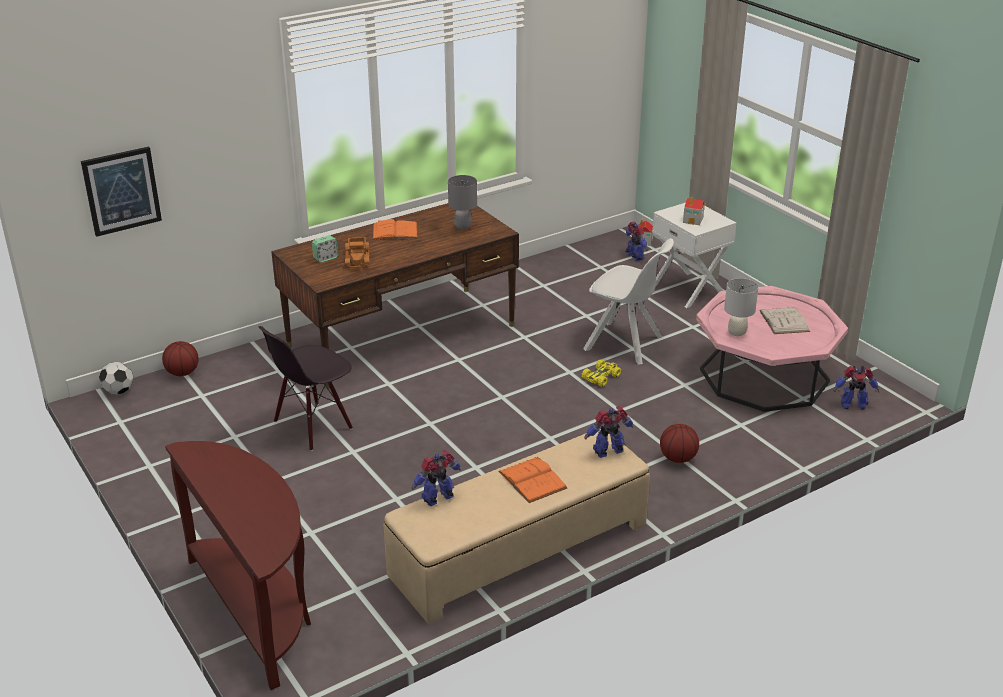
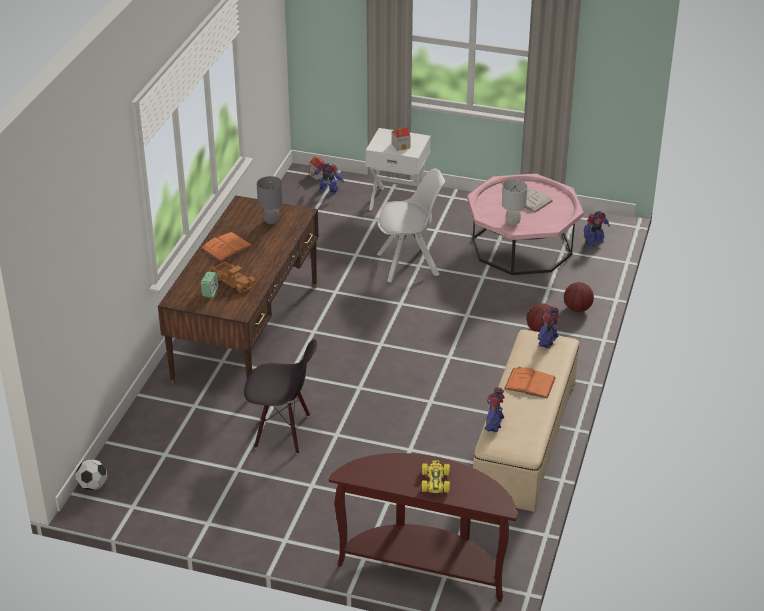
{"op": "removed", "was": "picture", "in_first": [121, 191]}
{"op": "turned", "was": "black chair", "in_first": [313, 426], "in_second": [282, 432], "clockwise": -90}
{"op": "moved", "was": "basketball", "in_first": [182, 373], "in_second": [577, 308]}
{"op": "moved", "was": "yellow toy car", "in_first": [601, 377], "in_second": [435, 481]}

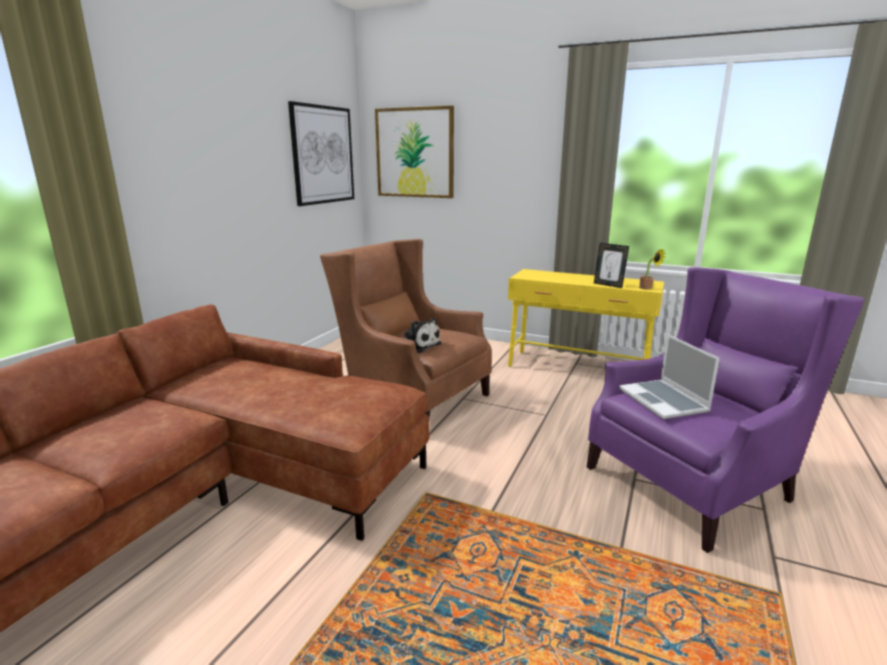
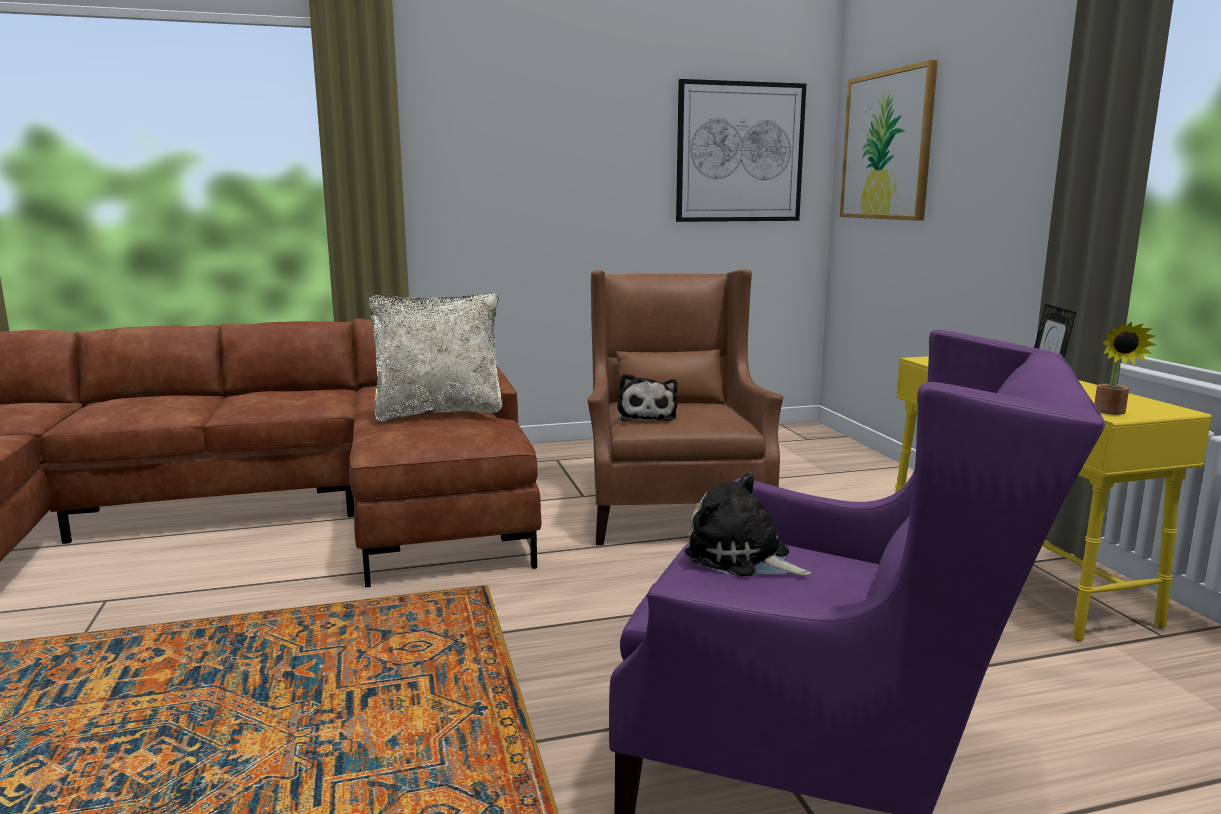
{"op": "replaced", "was": "laptop", "now": "plush toy", "in_first": [664, 401], "in_second": [742, 558]}
{"op": "added", "now": "beige pillow", "in_second": [440, 414]}

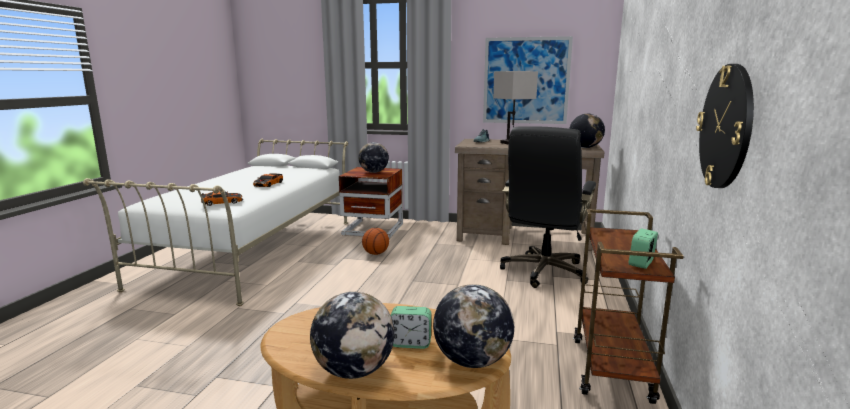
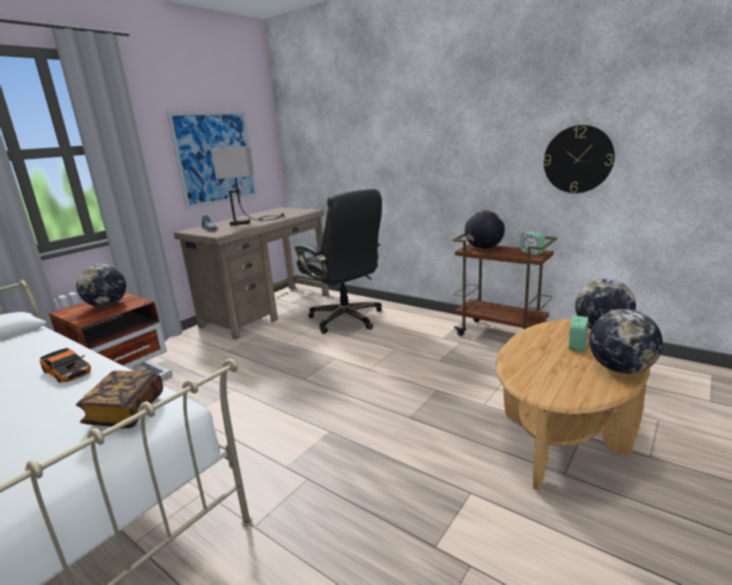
{"op": "moved", "was": "globe", "in_first": [585, 147], "in_second": [483, 248]}
{"op": "replaced", "was": "toy car", "now": "book", "in_first": [222, 202], "in_second": [126, 412]}
{"op": "removed", "was": "basketball", "in_first": [375, 253]}

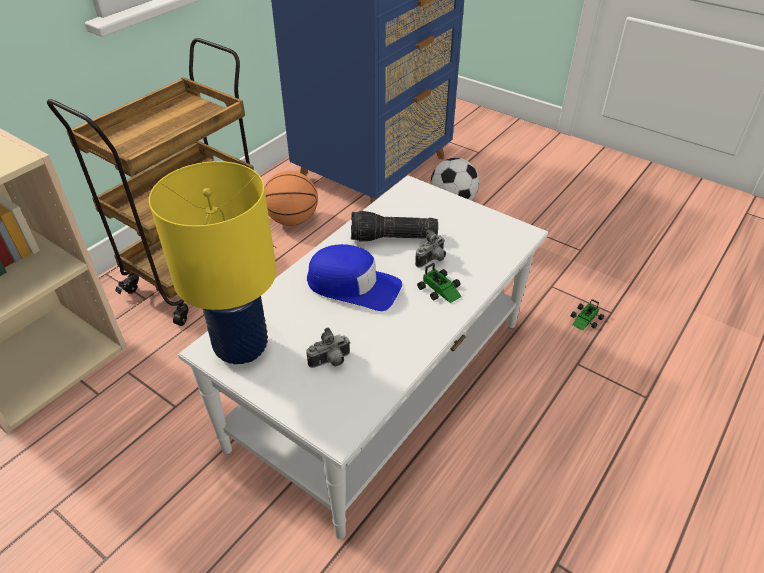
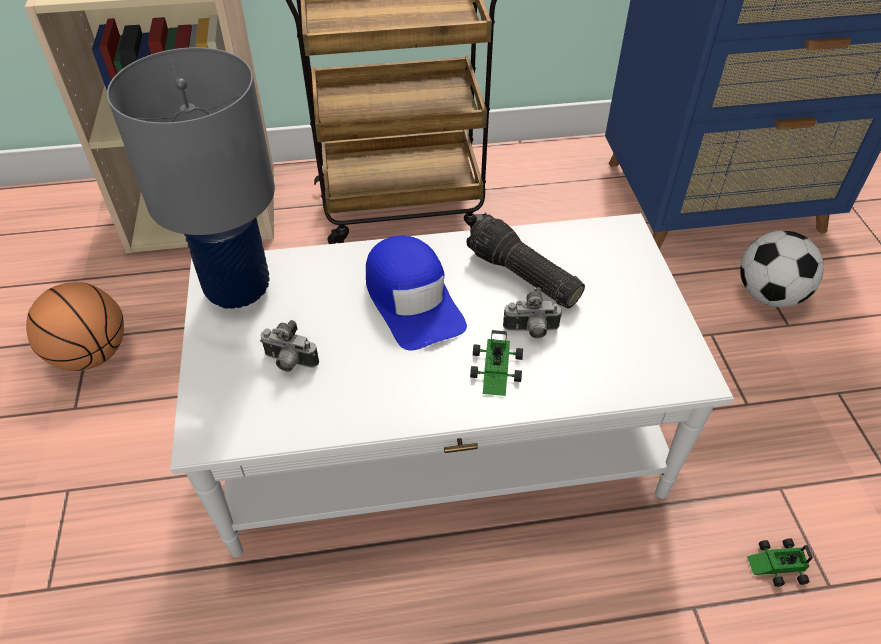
{"op": "recoloured", "was": "yellow table lamp", "now": "grey table lamp", "in_first": [242, 348], "in_second": [239, 290]}
{"op": "moved", "was": "basketball", "in_first": [292, 220], "in_second": [91, 355]}

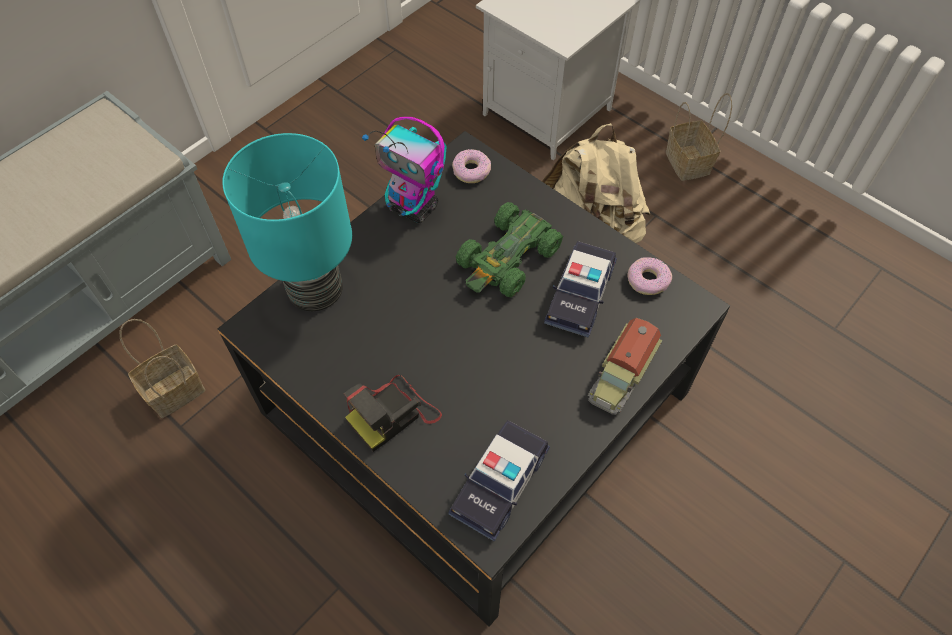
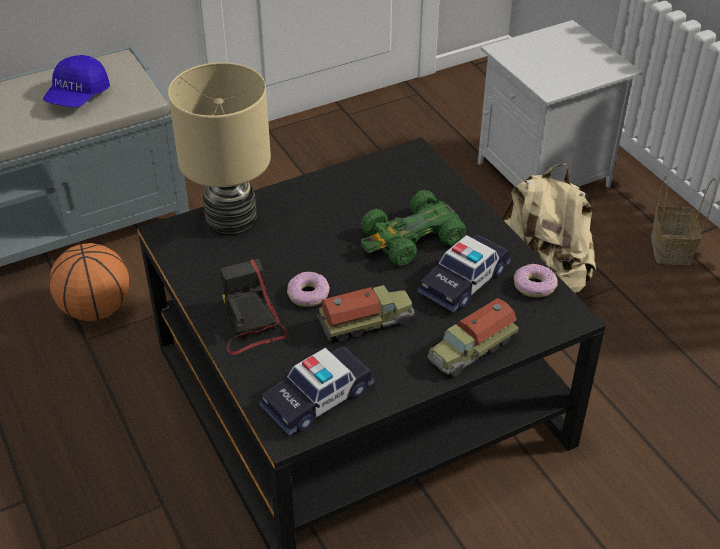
{"op": "removed", "was": "toy robot", "in_first": [414, 207]}
{"op": "recoloured", "was": "turquoise table lamp", "now": "beige table lamp", "in_first": [315, 288], "in_second": [232, 219]}
{"op": "moved", "was": "donut", "in_first": [471, 171], "in_second": [308, 294]}
{"op": "replaced", "was": "basket", "now": "basketball", "in_first": [176, 389], "in_second": [96, 309]}
{"op": "turned", "was": "photo camera", "in_first": [393, 414], "in_second": [251, 324], "clockwise": 90}
{"op": "added", "now": "blue cap", "in_second": [78, 97]}
{"op": "added", "now": "toy truck", "in_second": [366, 322]}

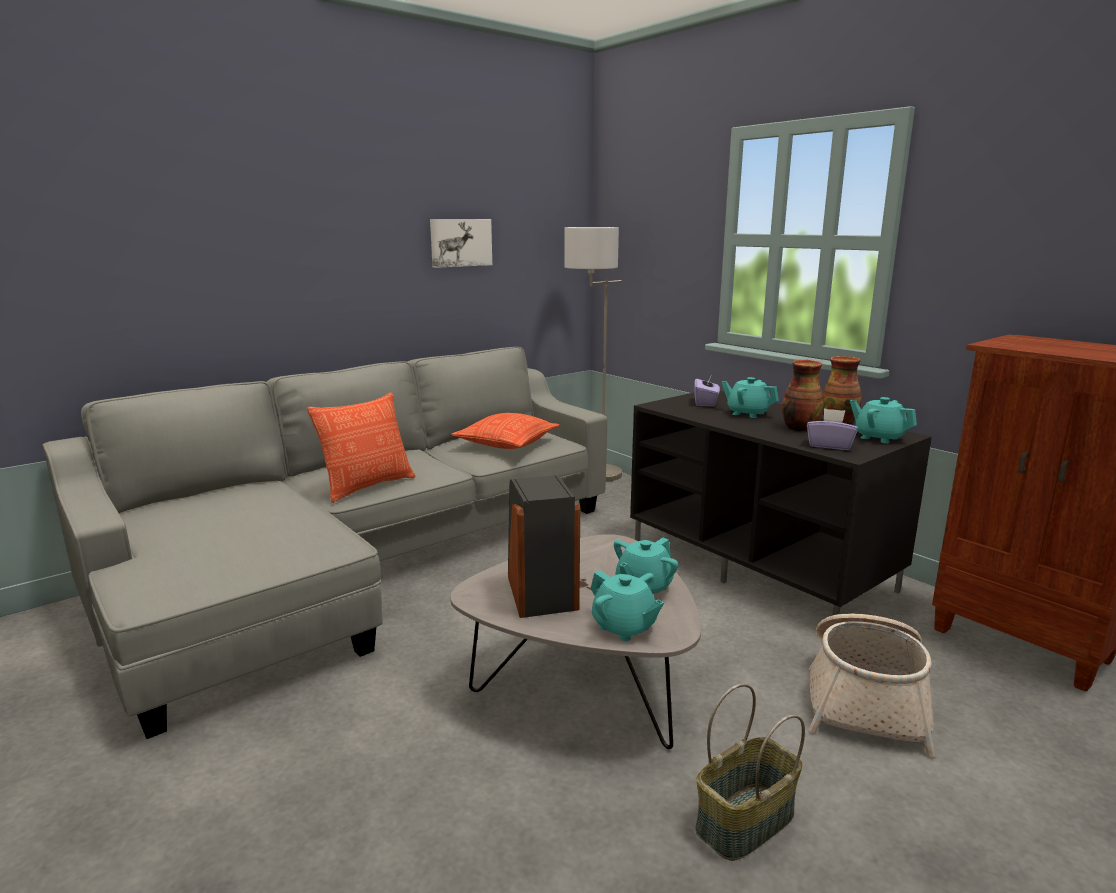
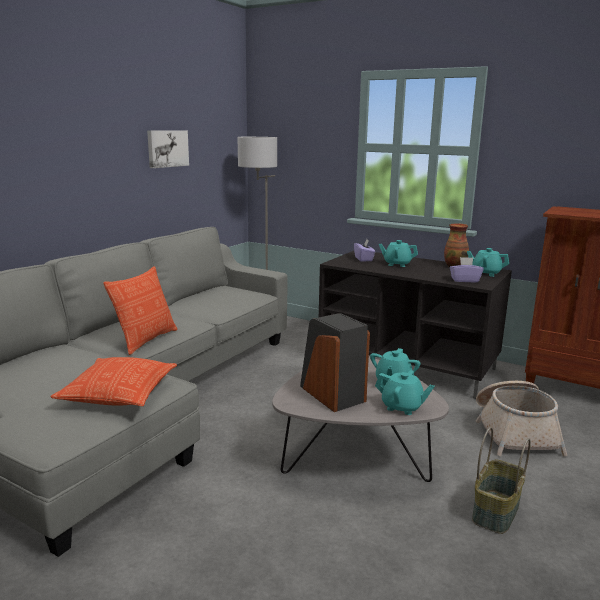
{"op": "removed", "was": "vase", "in_first": [799, 428]}
{"op": "moved", "was": "orange pillow", "in_first": [507, 444], "in_second": [119, 395]}

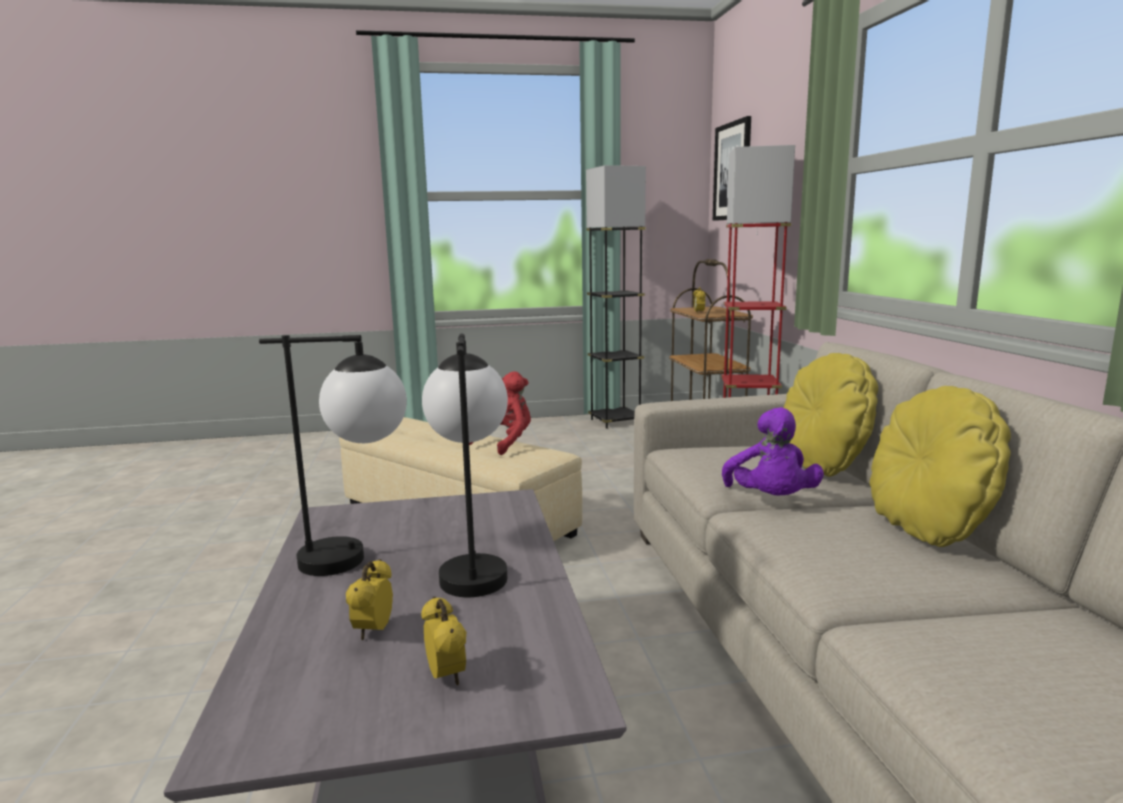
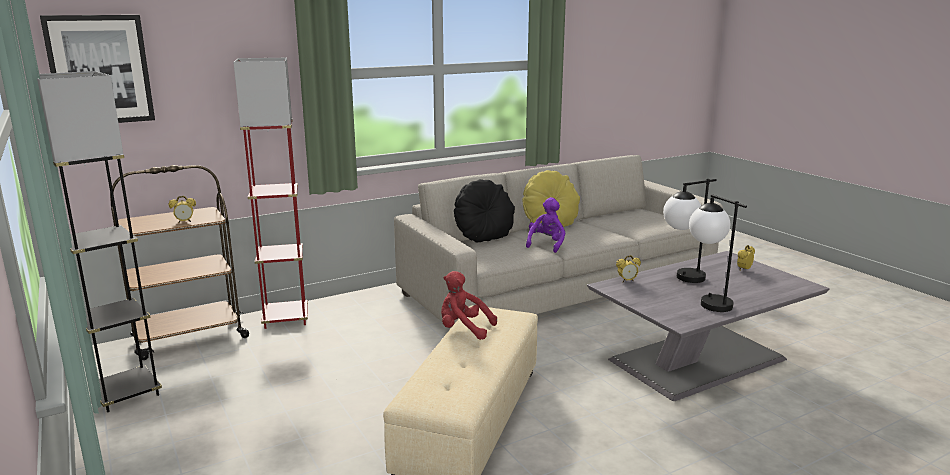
{"op": "recoloured", "was": "yellow pillow", "now": "black pillow", "in_first": [822, 467], "in_second": [484, 239]}
{"op": "turned", "was": "purple plush toy", "in_first": [771, 500], "in_second": [546, 244], "clockwise": -45}
{"op": "moved", "was": "alarm clock", "in_first": [373, 632], "in_second": [627, 281]}

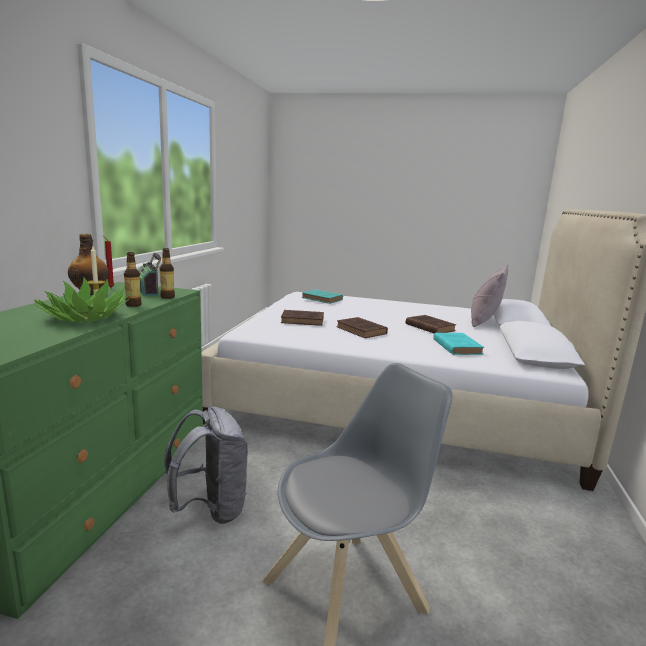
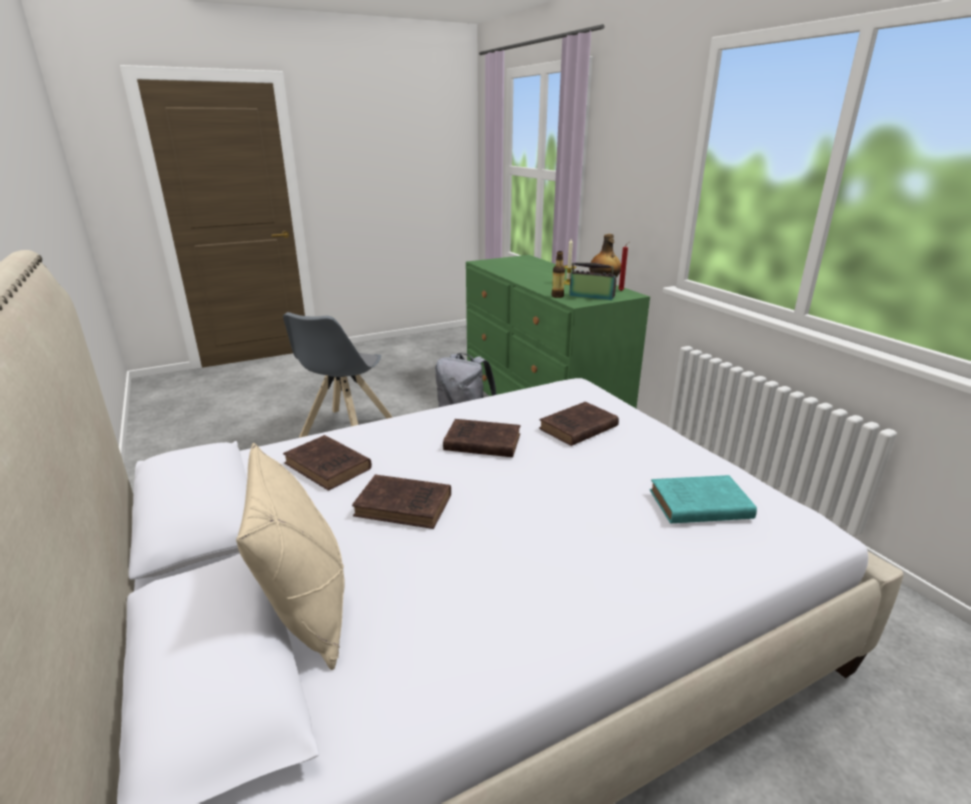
{"op": "removed", "was": "bottle", "in_first": [133, 305]}
{"op": "recoloured", "was": "purple pillow", "now": "beige pillow", "in_first": [484, 322], "in_second": [308, 609]}
{"op": "removed", "was": "potted plant", "in_first": [84, 317]}
{"op": "recoloured", "was": "turquoise book", "now": "brown book", "in_first": [456, 346], "in_second": [329, 467]}

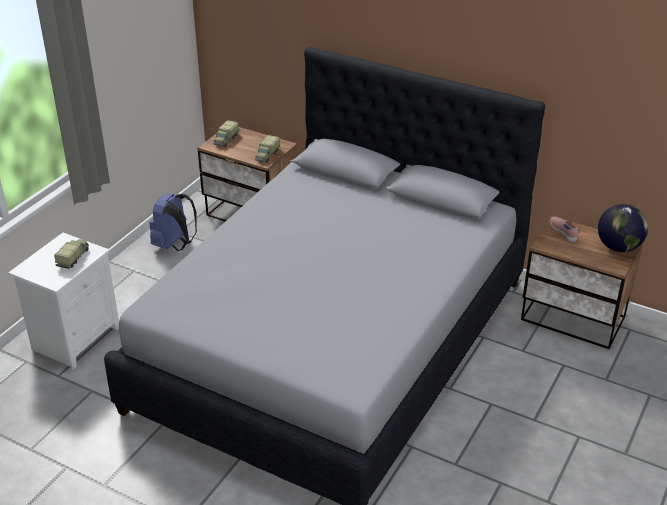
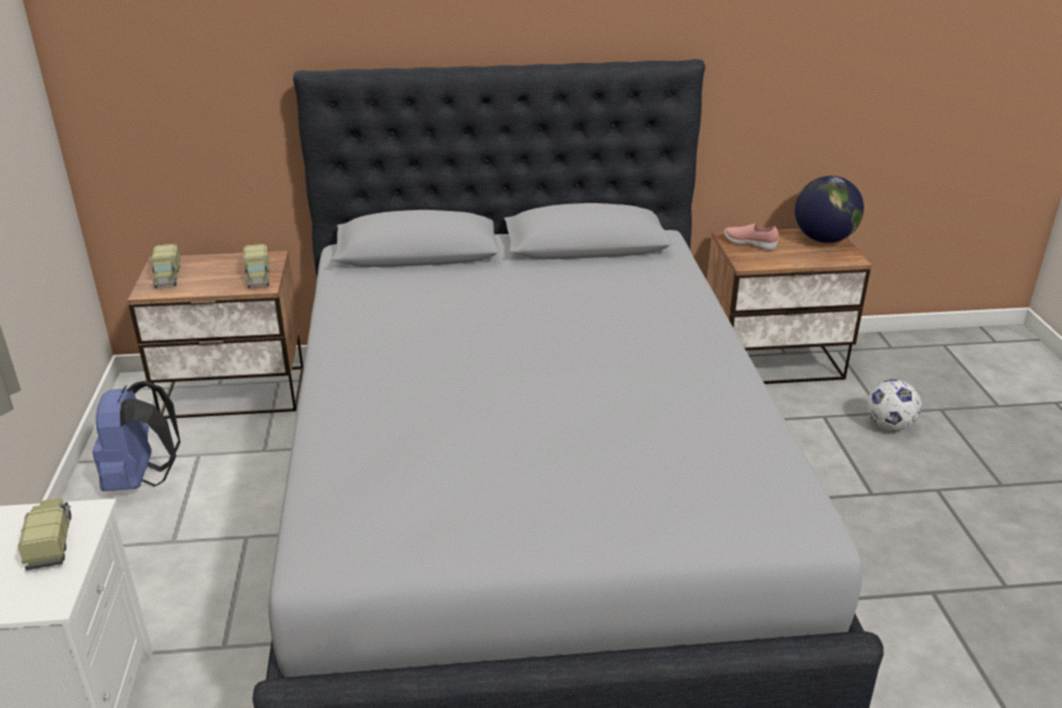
{"op": "added", "now": "football", "in_second": [889, 425]}

